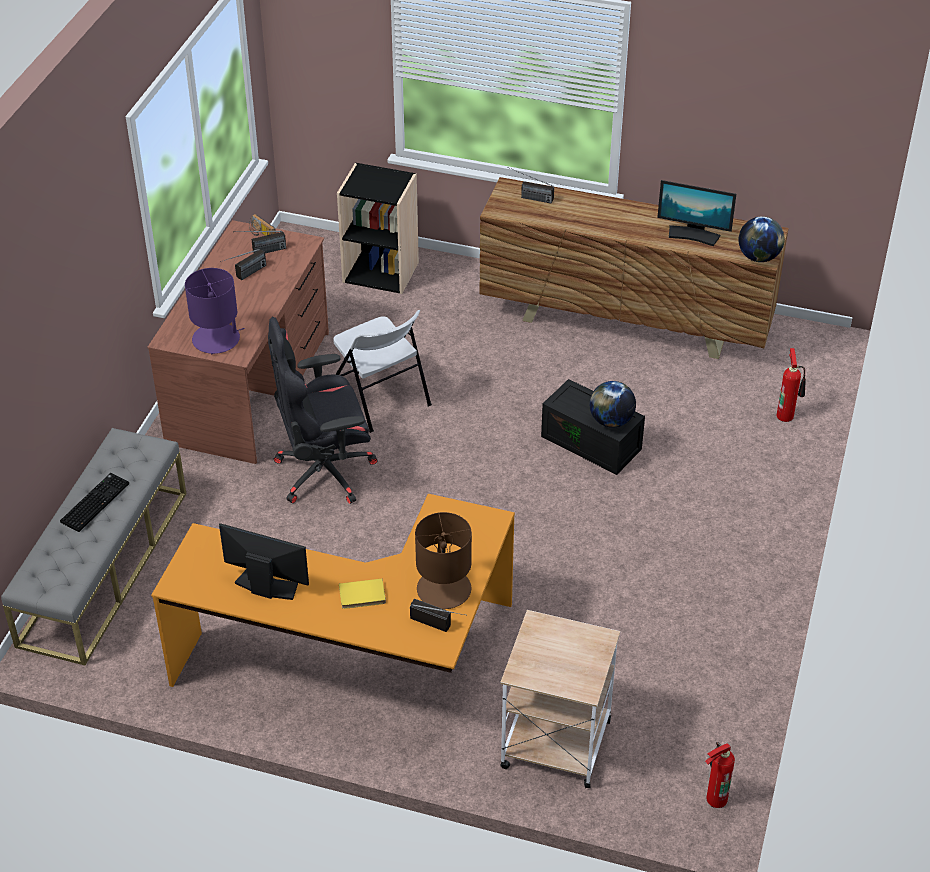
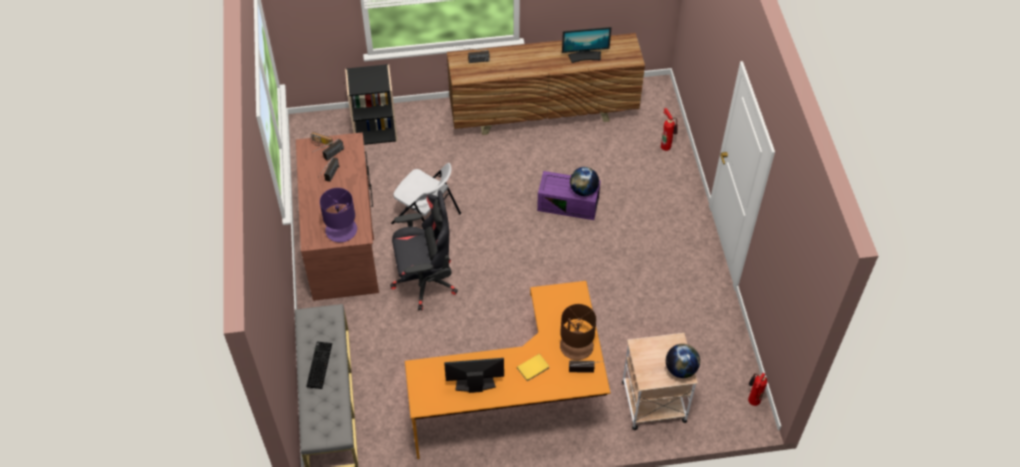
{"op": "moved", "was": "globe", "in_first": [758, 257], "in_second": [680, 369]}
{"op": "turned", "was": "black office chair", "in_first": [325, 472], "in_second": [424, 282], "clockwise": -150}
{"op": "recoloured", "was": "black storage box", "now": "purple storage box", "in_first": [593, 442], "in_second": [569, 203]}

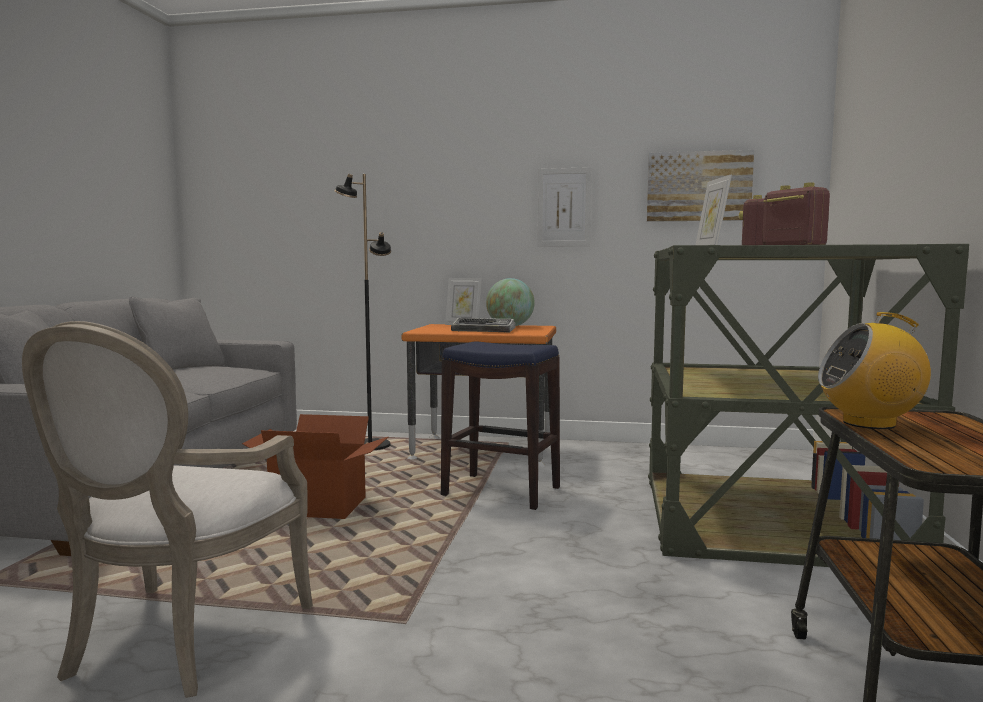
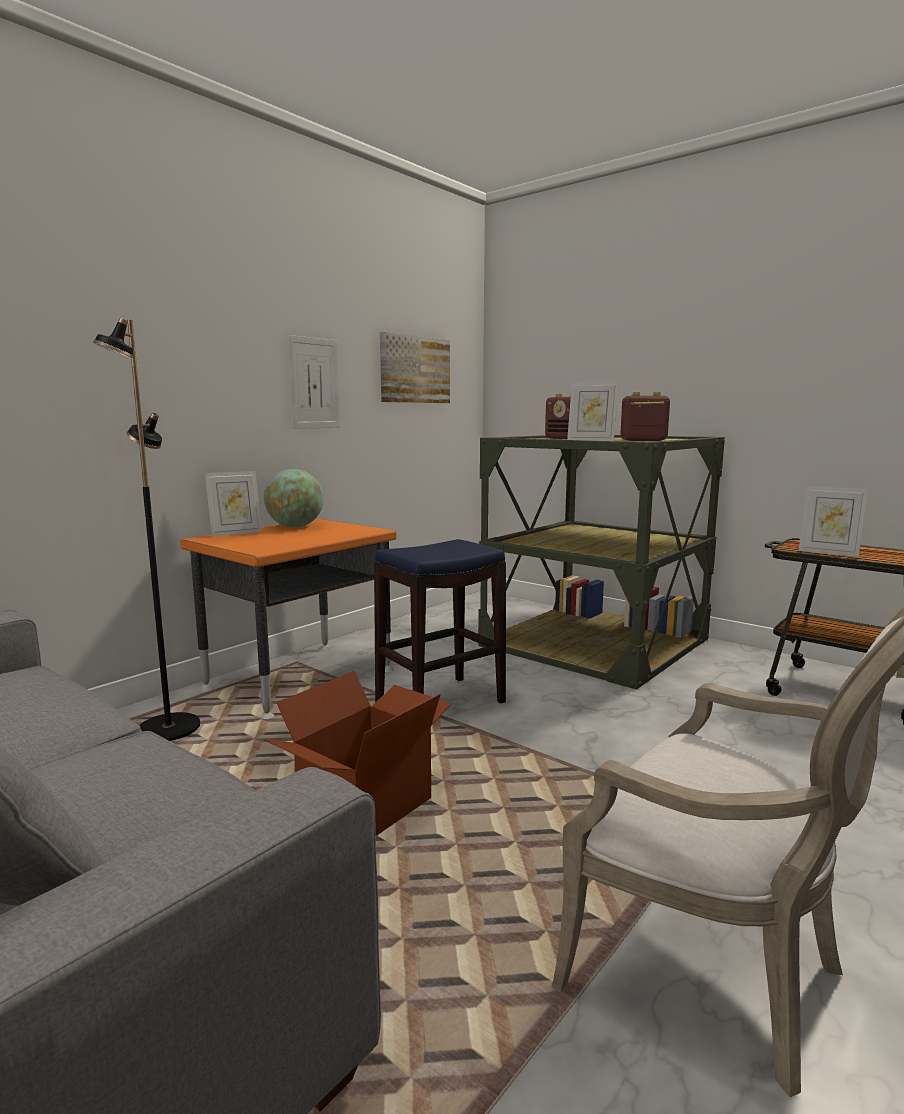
{"op": "replaced", "was": "radio", "now": "picture frame", "in_first": [869, 423], "in_second": [828, 553]}
{"op": "removed", "was": "keyboard", "in_first": [484, 331]}

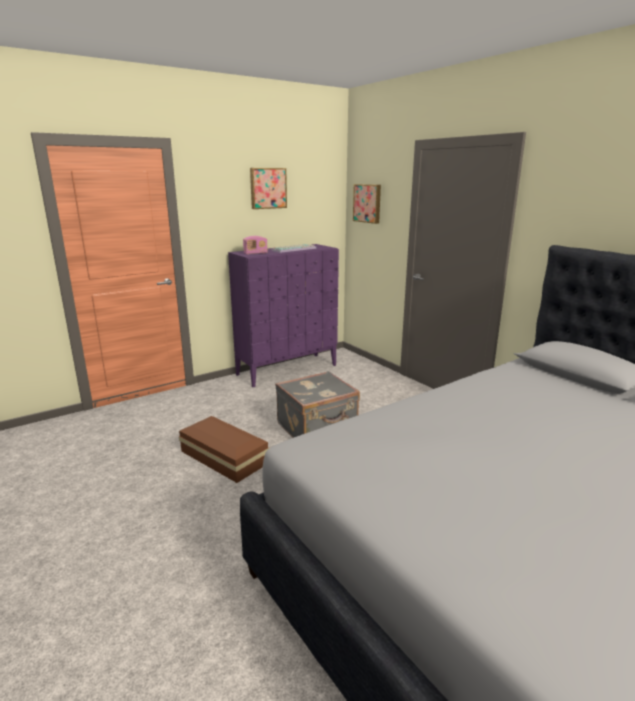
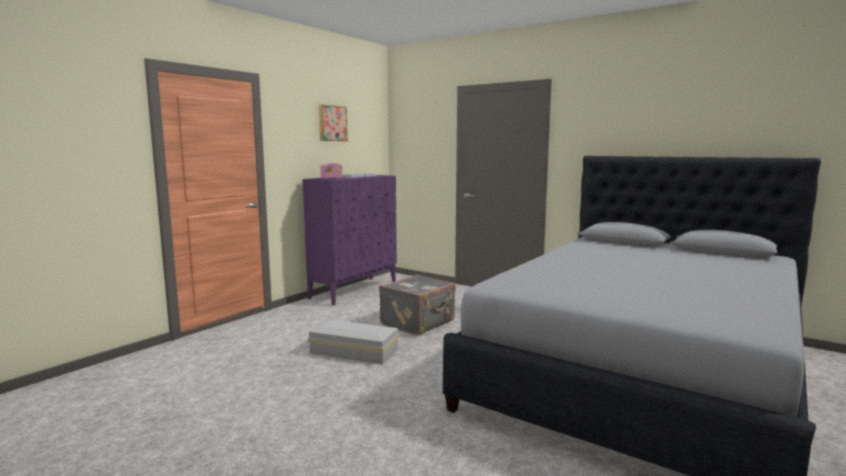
{"op": "removed", "was": "picture", "in_first": [367, 203]}
{"op": "recoloured", "was": "brown storage box", "now": "white storage box", "in_first": [224, 458], "in_second": [355, 351]}

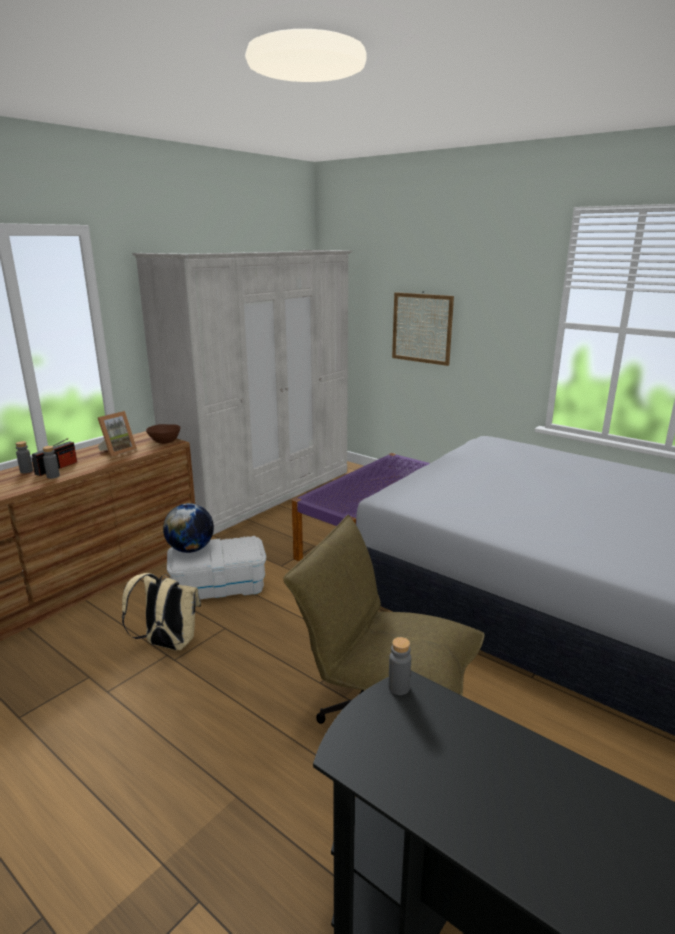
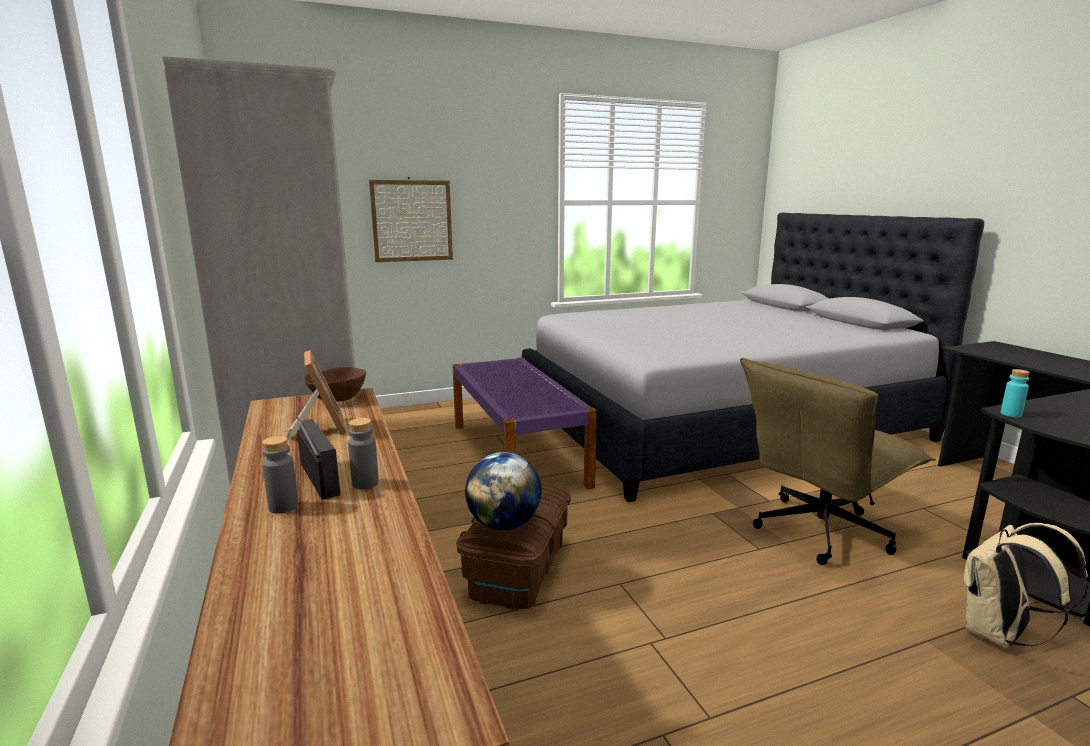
{"op": "recoloured", "was": "white storage box", "now": "brown storage box", "in_first": [219, 586], "in_second": [517, 567]}
{"op": "moved", "was": "beige backpack", "in_first": [168, 644], "in_second": [998, 635]}
{"op": "recoloured", "was": "grey bottle", "now": "turquoise bottle", "in_first": [399, 687], "in_second": [1011, 414]}

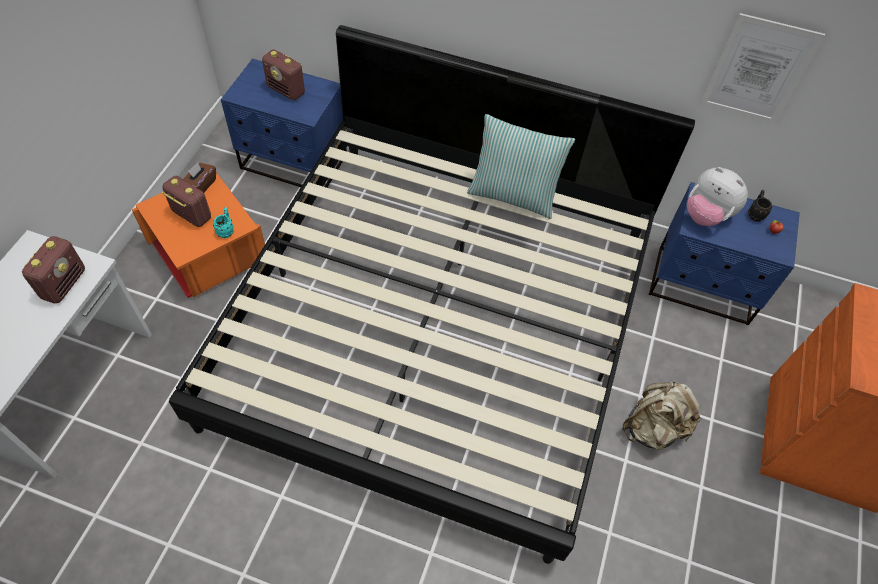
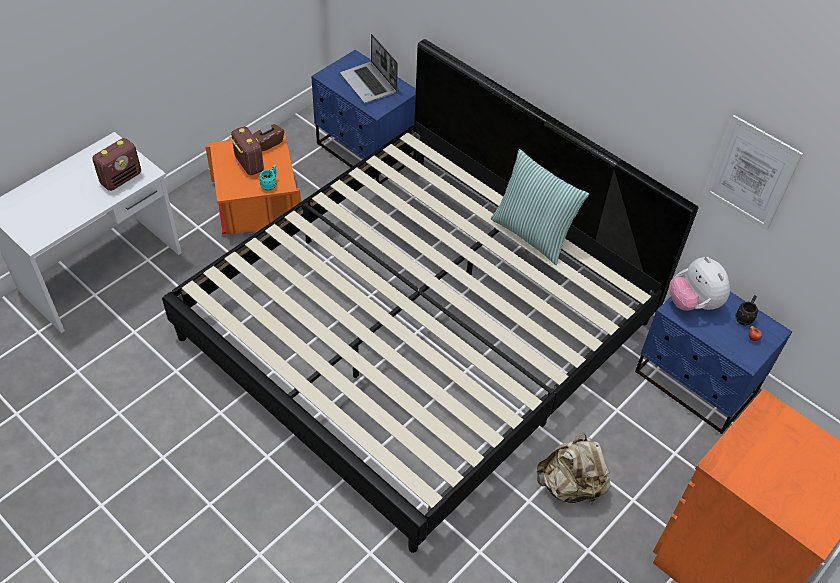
{"op": "replaced", "was": "radio", "now": "laptop", "in_first": [286, 90], "in_second": [369, 84]}

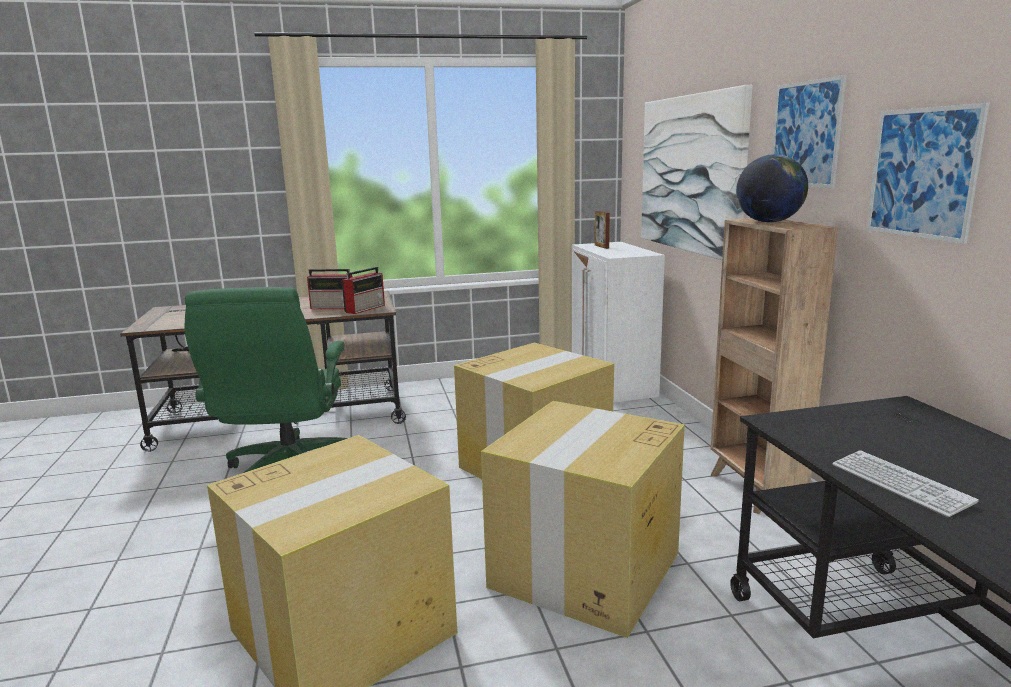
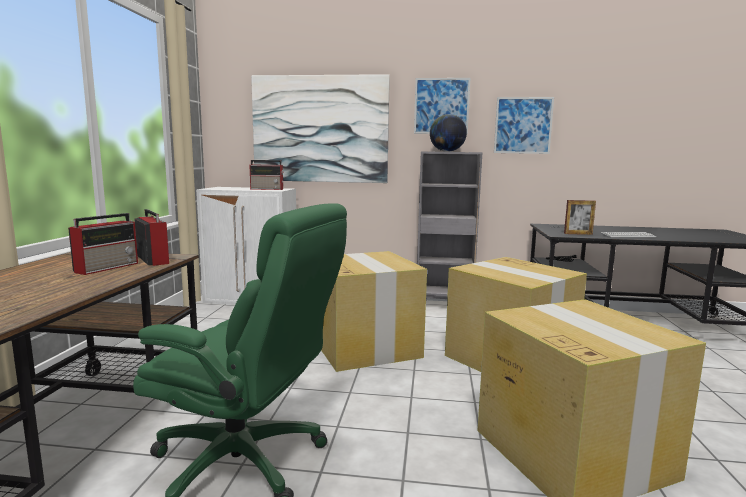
{"op": "moved", "was": "picture frame", "in_first": [601, 246], "in_second": [578, 234]}
{"op": "recoloured", "was": "brown bookcase", "now": "grey bookcase", "in_first": [755, 490], "in_second": [444, 306]}
{"op": "added", "now": "radio", "in_second": [267, 189]}

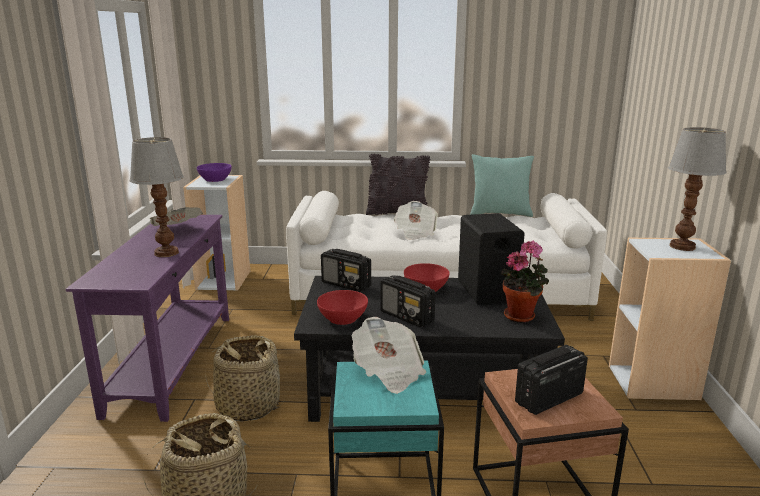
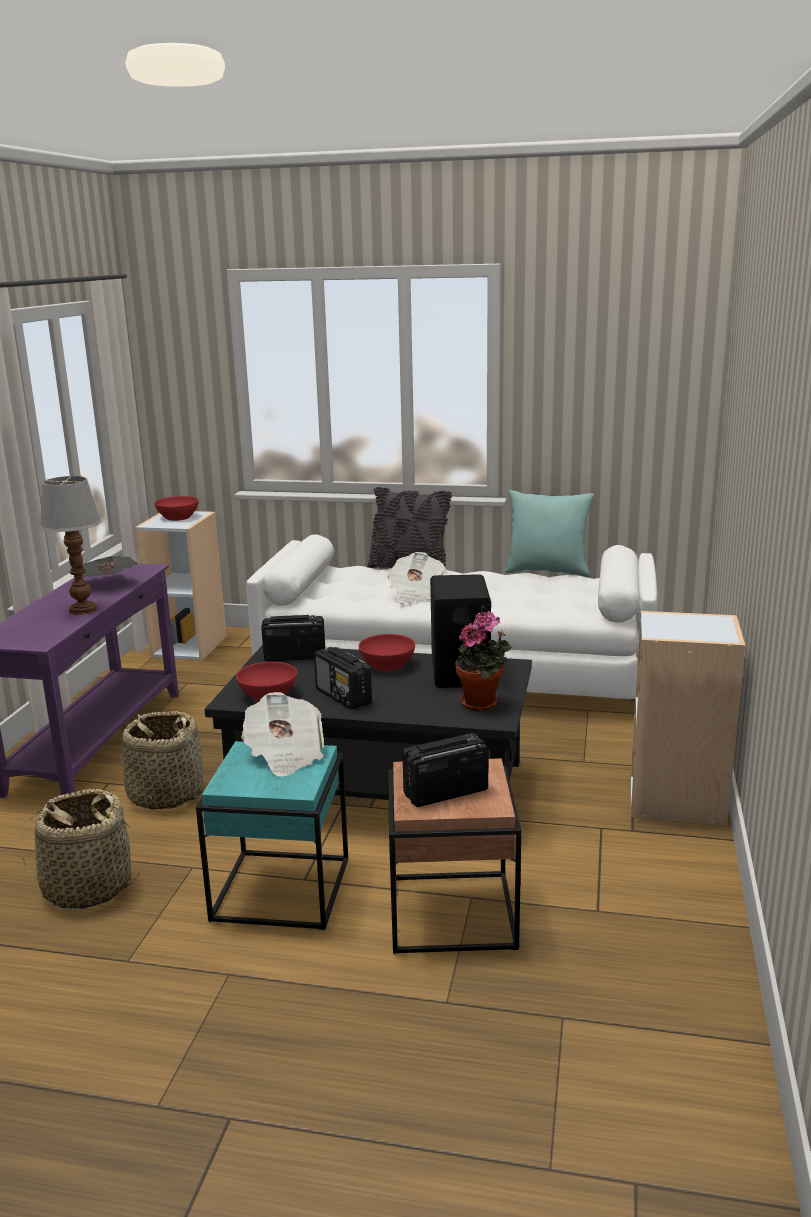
{"op": "removed", "was": "table lamp", "in_first": [683, 246]}
{"op": "recoloured", "was": "purple bowl", "now": "red bowl", "in_first": [215, 179], "in_second": [178, 517]}
{"op": "turned", "was": "radio", "in_first": [346, 284], "in_second": [294, 656], "clockwise": 135}

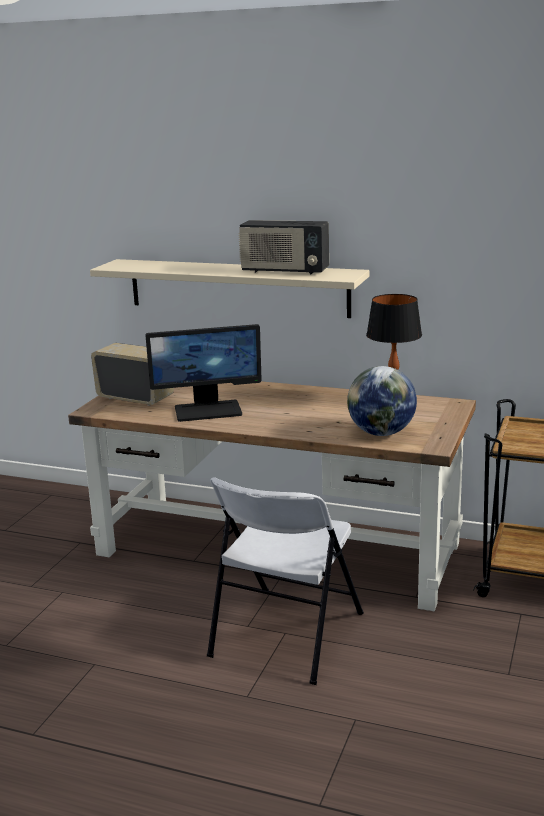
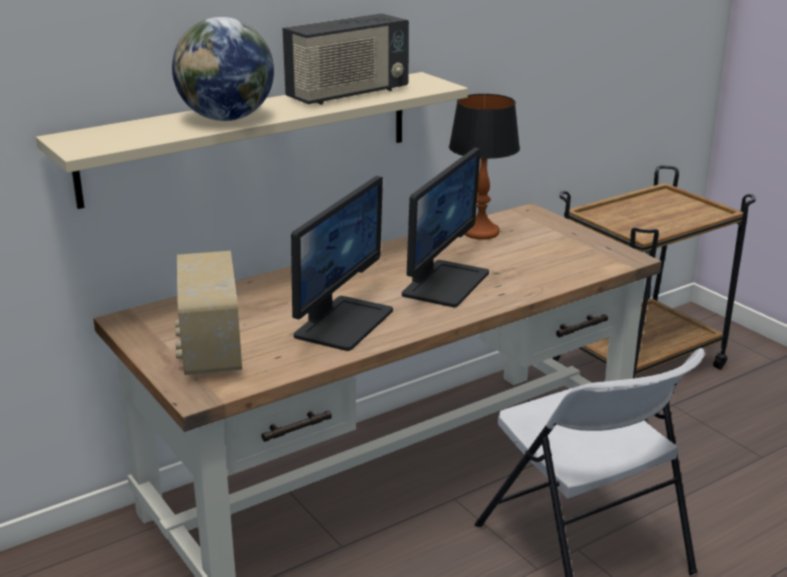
{"op": "turned", "was": "radio", "in_first": [136, 398], "in_second": [210, 351], "clockwise": -75}
{"op": "moved", "was": "globe", "in_first": [381, 433], "in_second": [227, 119]}
{"op": "added", "now": "monitor", "in_second": [444, 283]}

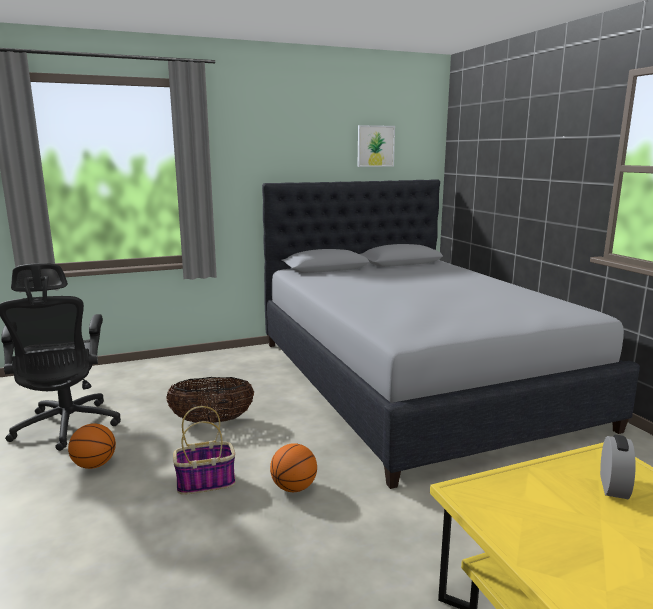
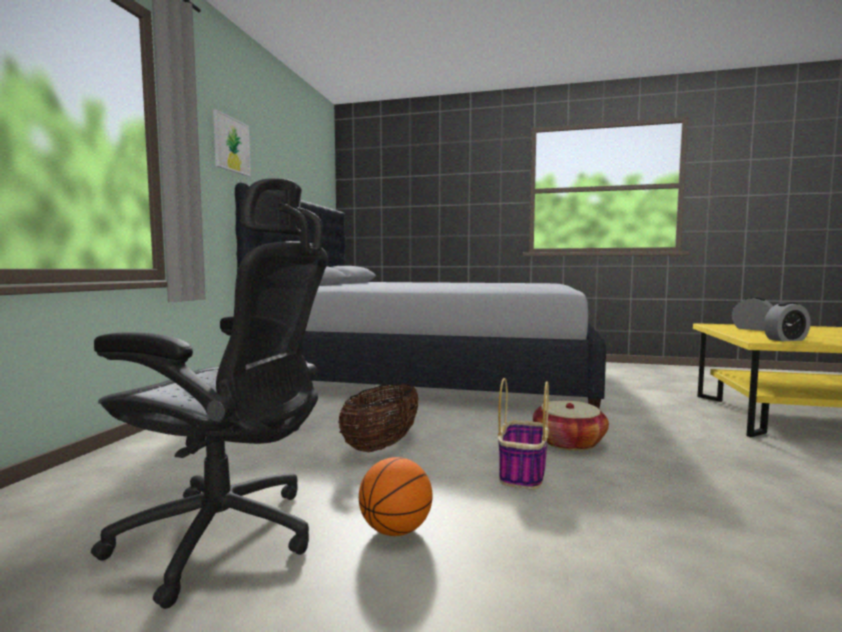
{"op": "moved", "was": "picture", "in_first": [375, 146], "in_second": [231, 145]}
{"op": "replaced", "was": "basketball", "now": "basket", "in_first": [294, 488], "in_second": [569, 442]}
{"op": "added", "now": "alarm clock", "in_second": [785, 339]}

